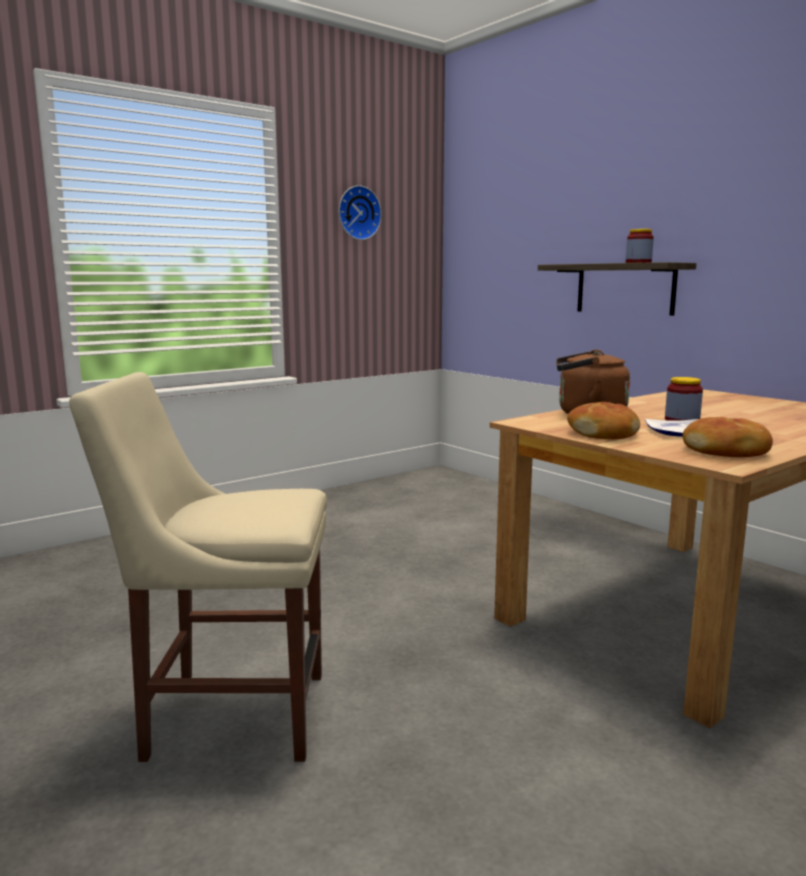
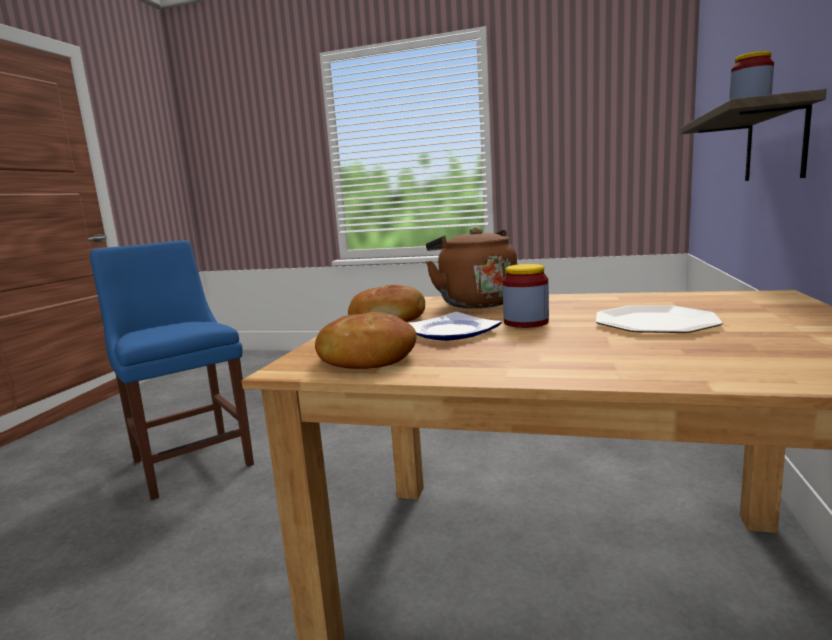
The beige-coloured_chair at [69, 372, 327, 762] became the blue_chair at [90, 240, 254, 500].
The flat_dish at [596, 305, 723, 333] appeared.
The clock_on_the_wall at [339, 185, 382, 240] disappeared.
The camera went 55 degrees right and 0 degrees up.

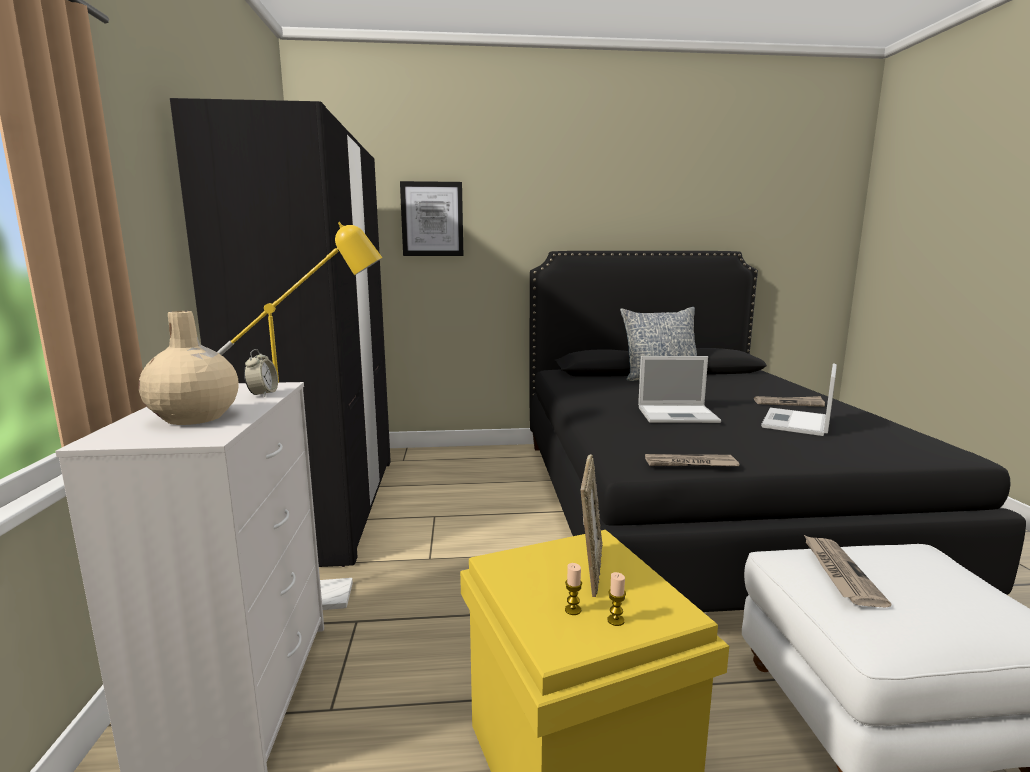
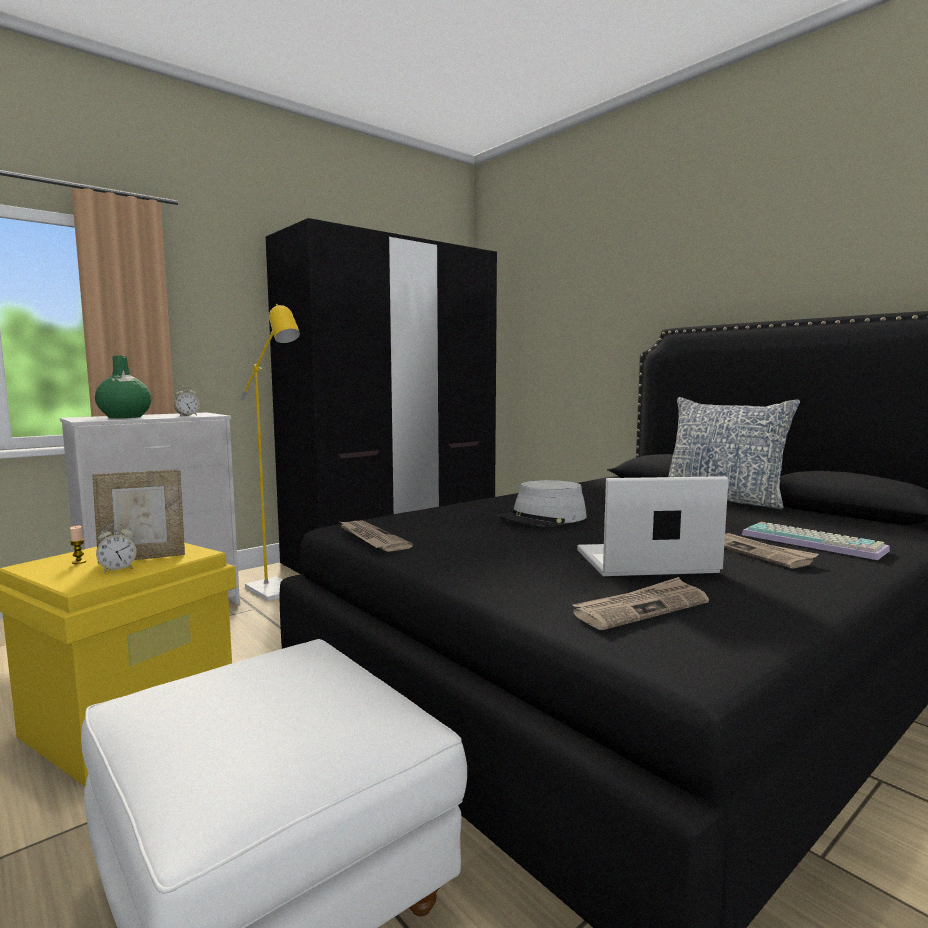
The beige-coloured_vase at [138, 311, 239, 425] became the green-coloured_vase at [95, 356, 152, 418].
The bedside_clock at [96, 523, 137, 572] appeared.
The laptop at [638, 356, 721, 423] was replaced by the greyish_wearable_hat at [498, 480, 587, 527].
The daily_paper moved from [803, 534, 892, 607] to [573, 577, 709, 630].
The keyboard at [742, 522, 890, 560] appeared.
The wall_picture at [400, 181, 463, 256] disappeared.
The wax_candle at [607, 572, 626, 626] disappeared.
The camera went 55 degrees right and 5 degrees down.

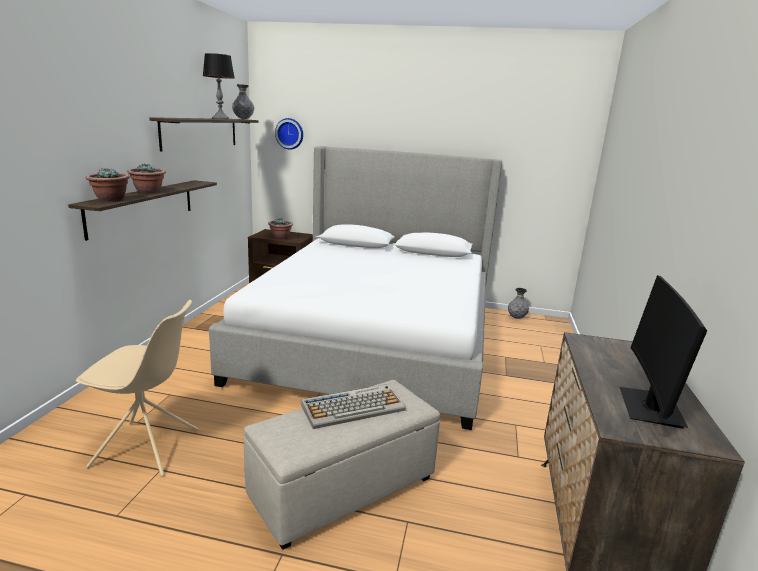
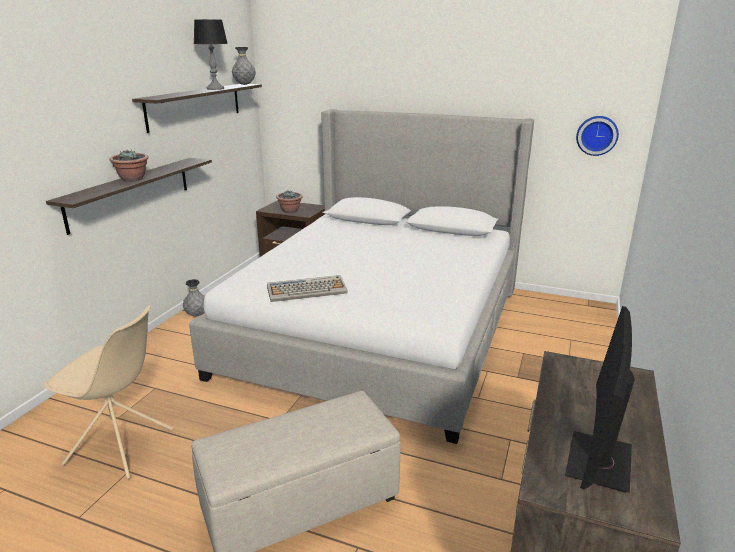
The greyish_vase moved from [508, 288, 529, 319] to [183, 279, 205, 317].
The keyboard moved from [301, 384, 406, 429] to [267, 275, 348, 302].
The clock_on_the_wall moved from [275, 118, 303, 150] to [576, 116, 619, 156].
The plant_in_a_pot at [86, 168, 130, 202] disappeared.
The camera went 10 degrees right and 5 degrees up.

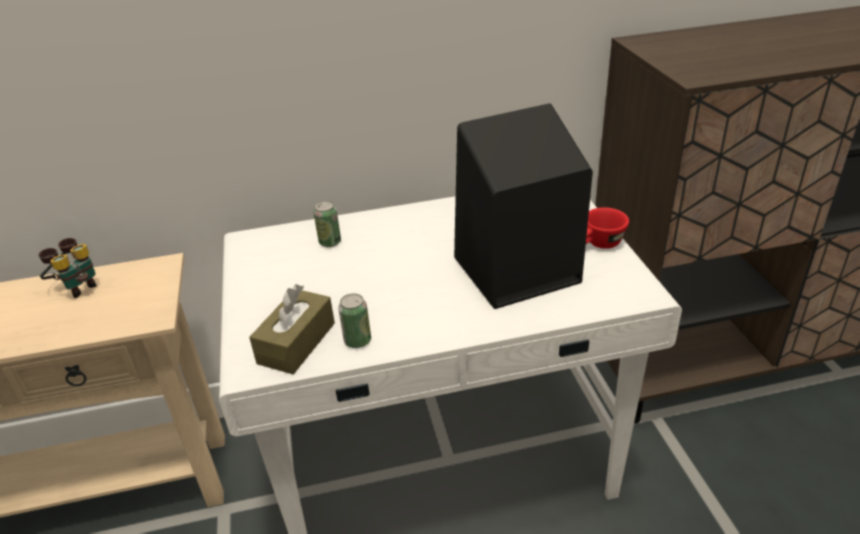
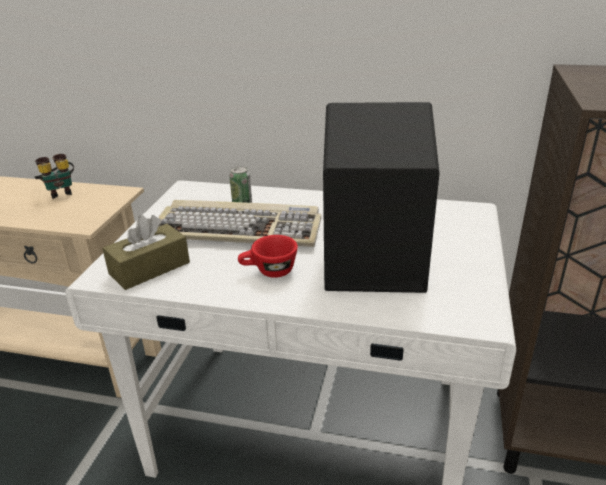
The keyboard at [158, 200, 321, 247] appeared.
The red_drinking_cup moved from [586, 207, 629, 249] to [238, 235, 298, 278].
The metal_can at [338, 293, 371, 348] disappeared.
The camera went 25 degrees right and 5 degrees down.

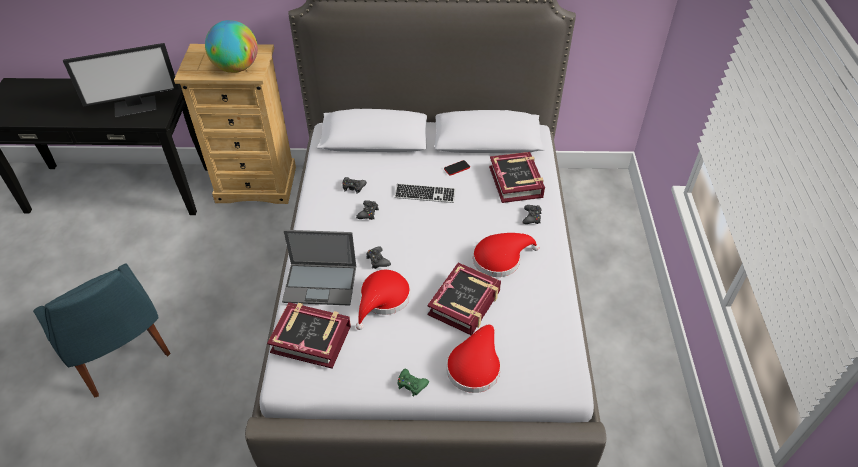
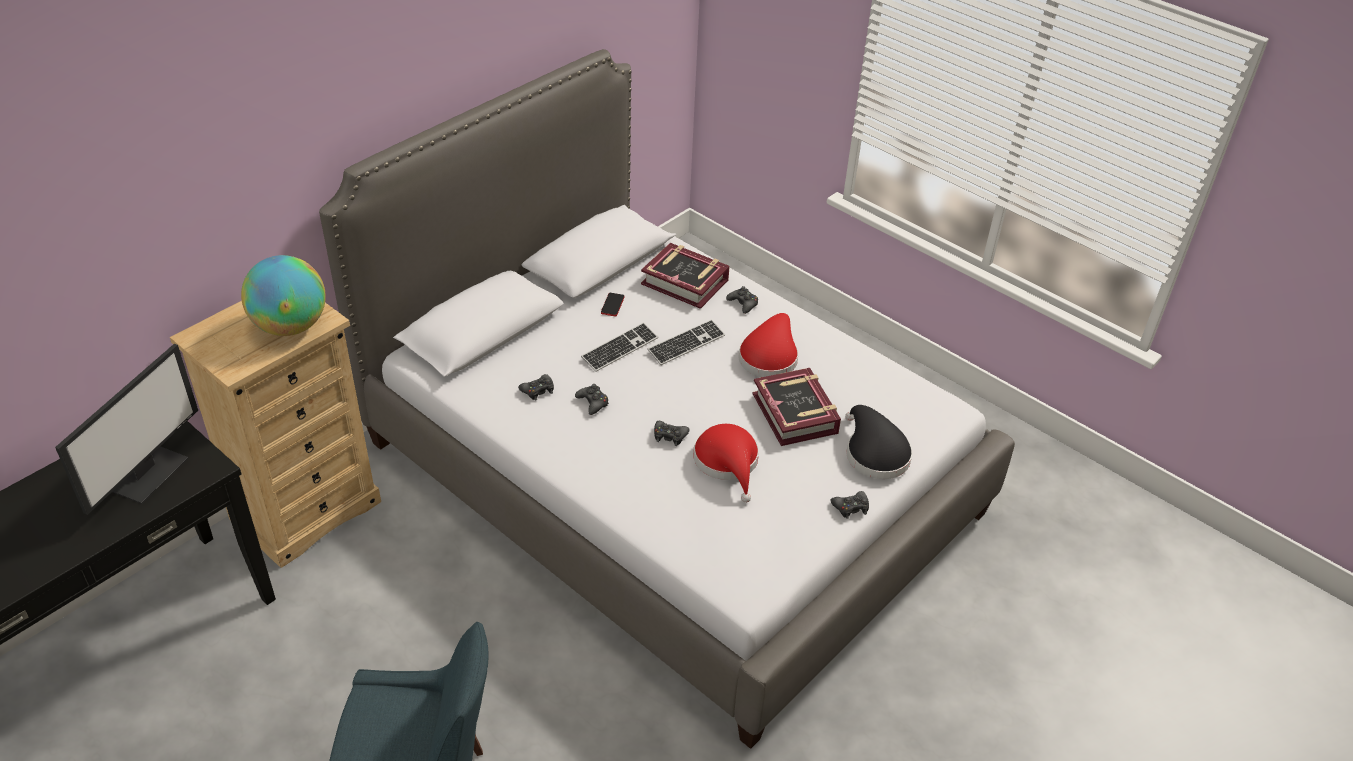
The keyboard at [647, 319, 725, 365] appeared.
The green-coloured_joypad at [398, 369, 429, 396] became the blackish_joypad at [830, 491, 869, 519].
The red_wearable_hat at [446, 324, 501, 393] became the blackish_wearable_hat at [845, 405, 913, 479].
The volume at [267, 302, 351, 369] disappeared.
The laptop at [282, 230, 356, 306] disappeared.
The camera went 50 degrees left and 5 degrees down.

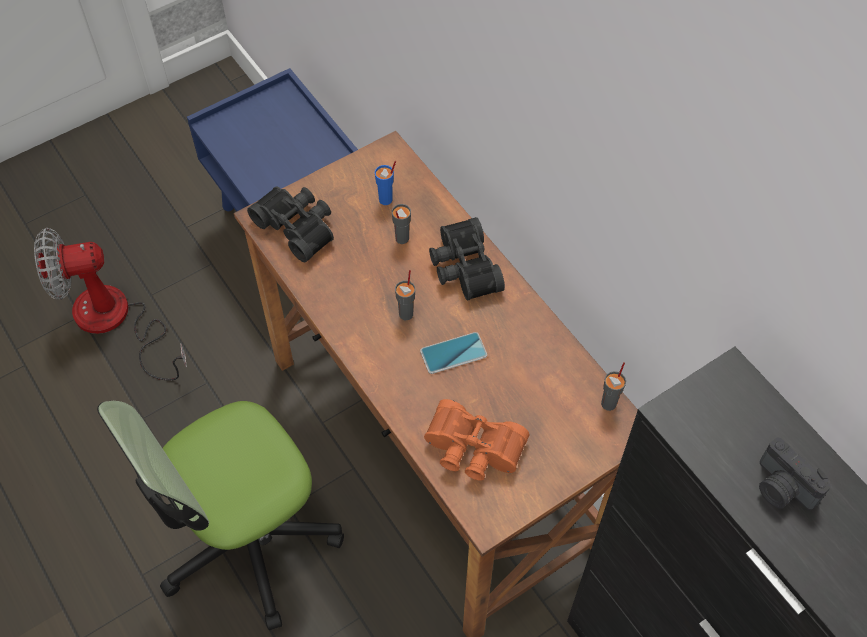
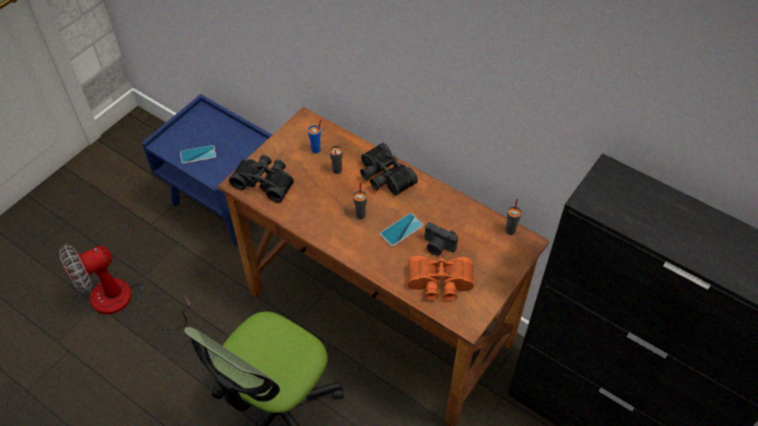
The handset at [180, 145, 216, 164] appeared.
The photo_camera moved from [759, 438, 831, 510] to [424, 222, 458, 256].
The camera went 20 degrees left and 5 degrees down.

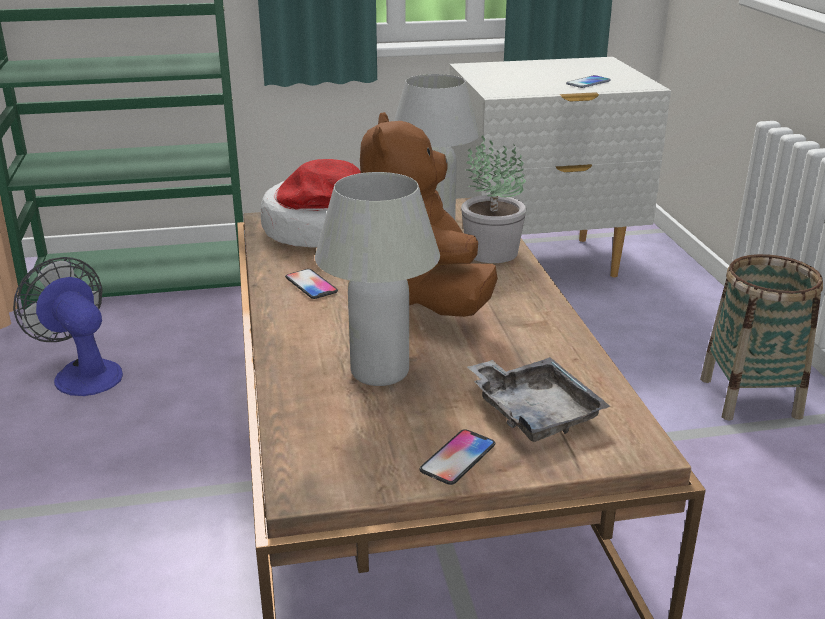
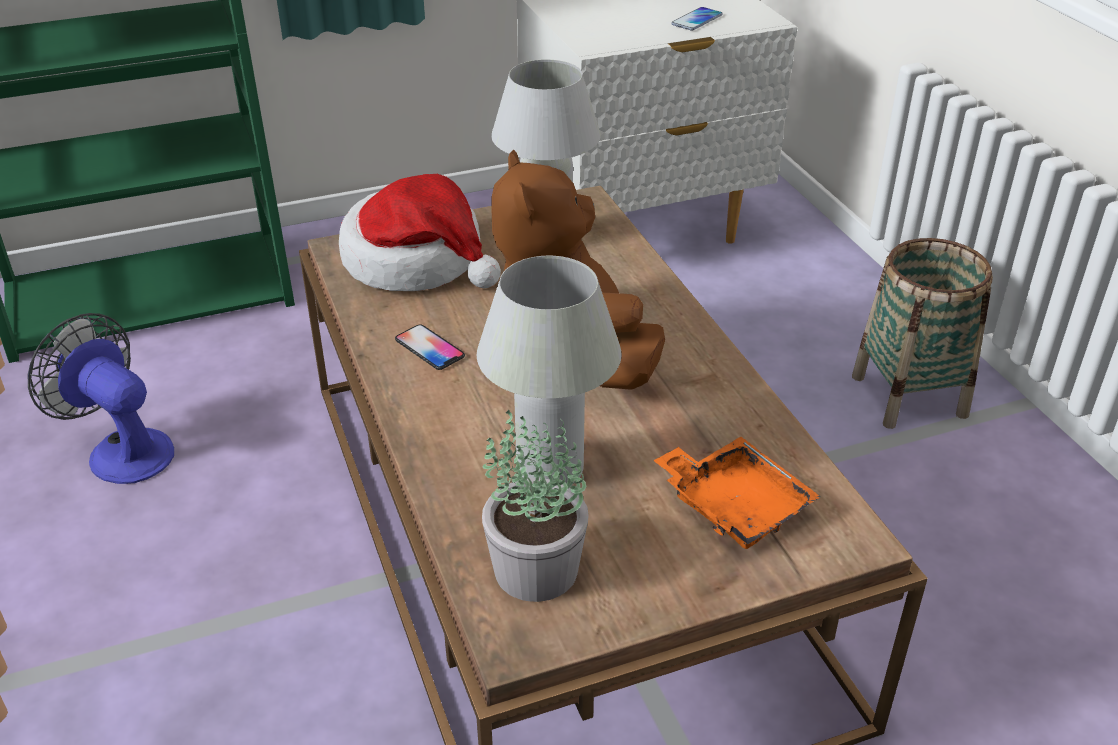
The plant_in_a_pot moved from [461, 135, 526, 263] to [482, 410, 588, 602].
The greyish_serving_tray at [468, 357, 610, 442] became the orange_serving_tray at [654, 436, 821, 549].
The handset at [419, 429, 495, 485] disappeared.
The camera went 10 degrees left and 10 degrees up.

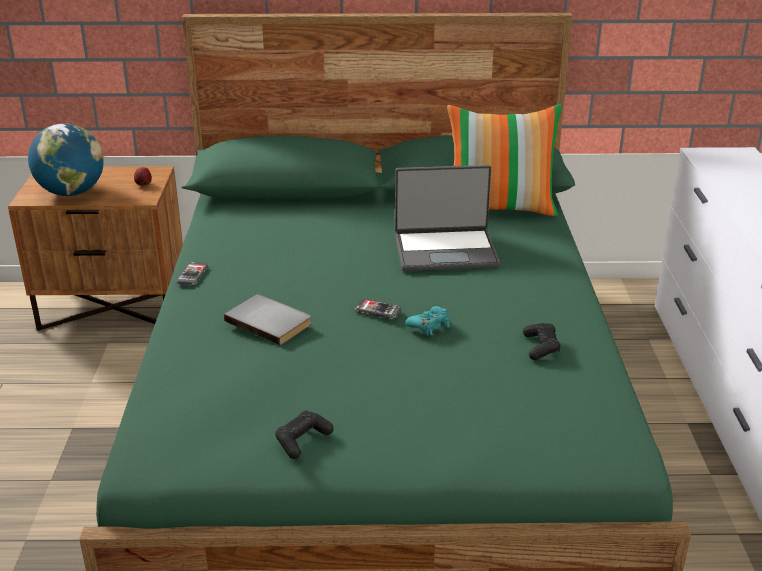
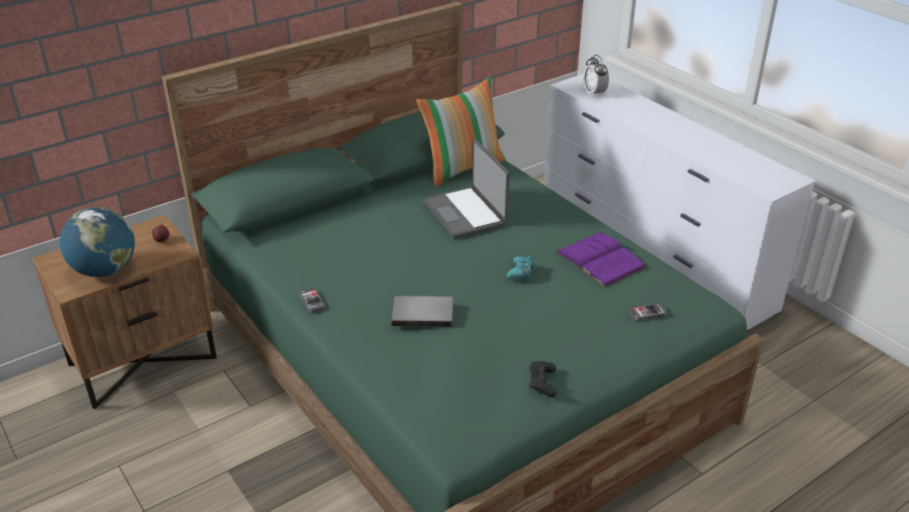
The laptop at [395, 165, 500, 271] turned 105 degrees clockwise.
The blackish_joypad at [523, 323, 561, 360] was replaced by the purple_volume at [555, 232, 647, 287].
The bedside_clock at [583, 55, 609, 97] appeared.
The handset moved from [354, 299, 401, 319] to [629, 303, 668, 321].
The camera went 35 degrees left and 5 degrees up.

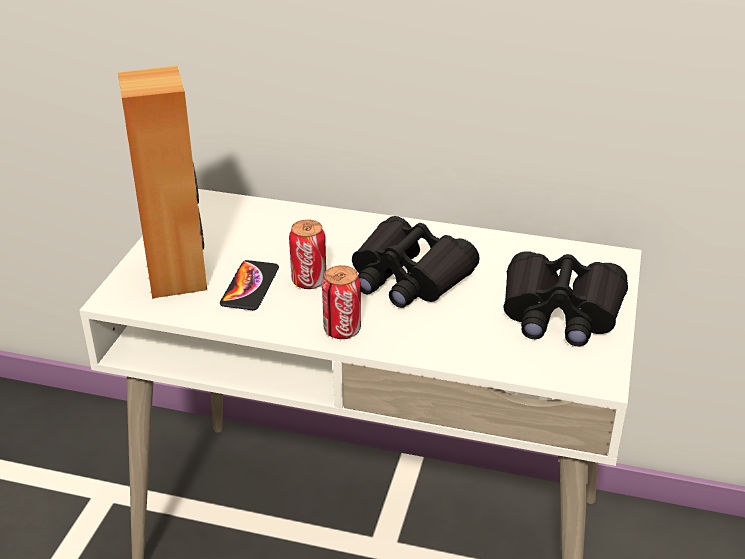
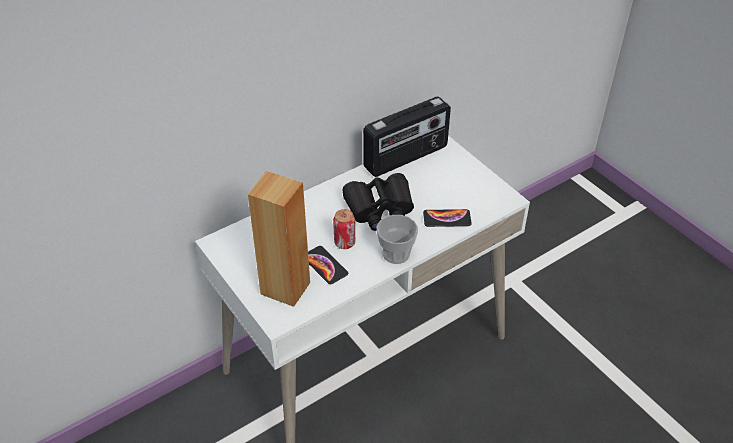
The radio_receiver at [363, 96, 451, 177] appeared.
The metal_can at [322, 265, 361, 339] was replaced by the drinking_cup at [377, 215, 418, 264].
The handset at [423, 209, 472, 227] appeared.
The blackish_pair_of_binoculars at [503, 251, 628, 346] disappeared.
The camera went 50 degrees left and 10 degrees up.

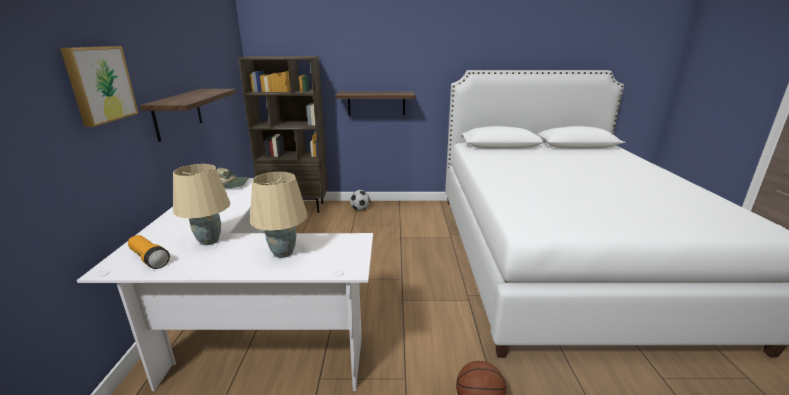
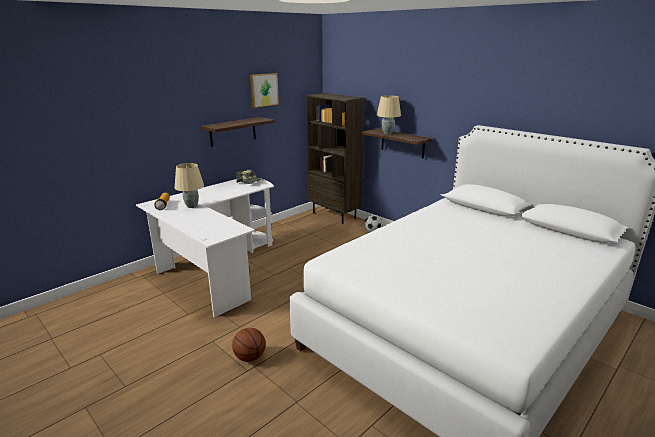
The wall_picture moved from [60, 46, 139, 127] to [250, 73, 279, 108].
The beige-coloured_tabletop_lamp moved from [250, 172, 307, 258] to [377, 95, 401, 134].
The camera went 45 degrees right and 0 degrees up.

